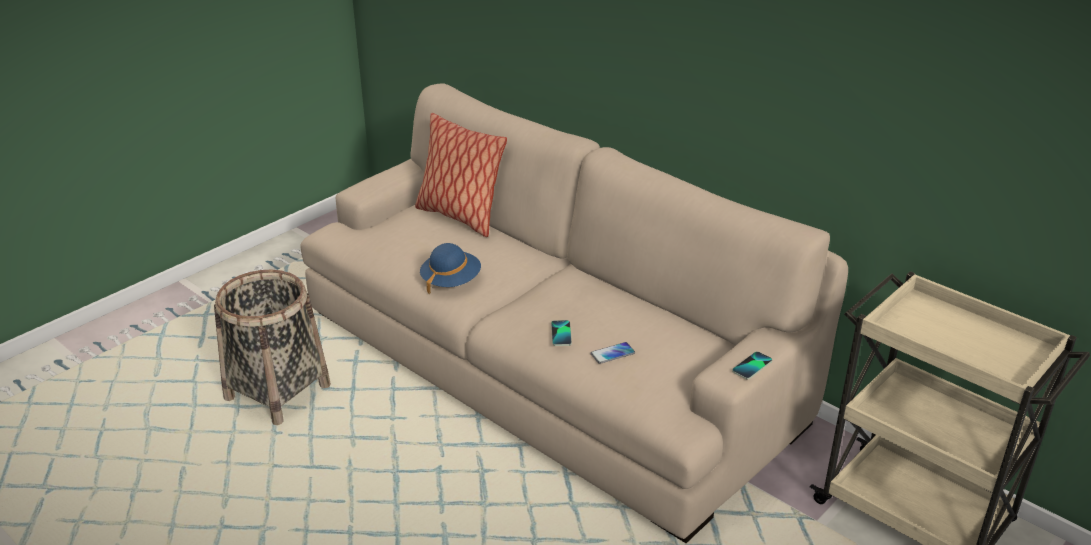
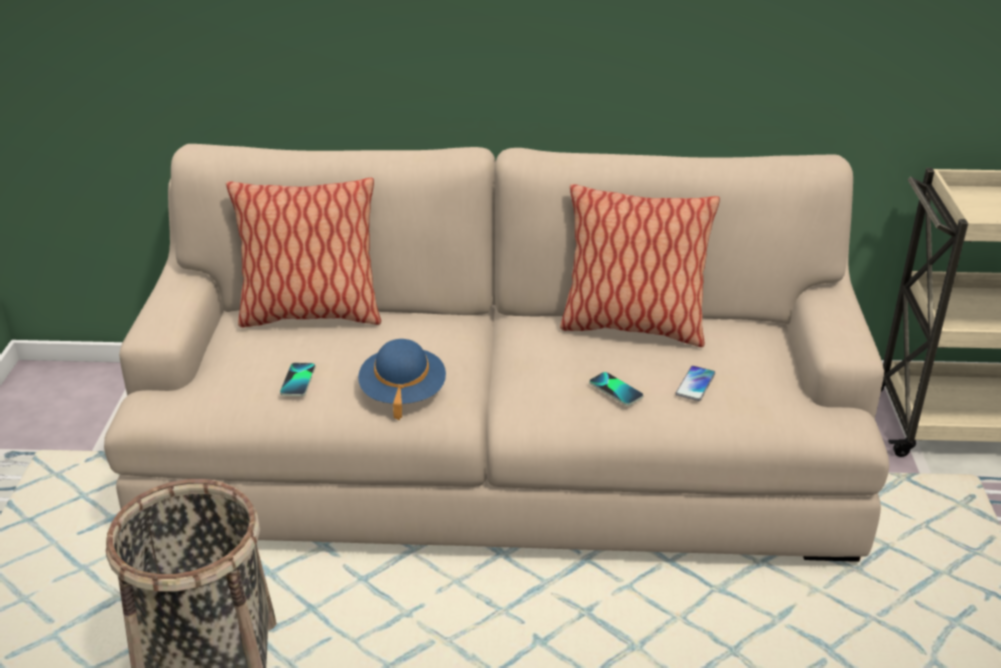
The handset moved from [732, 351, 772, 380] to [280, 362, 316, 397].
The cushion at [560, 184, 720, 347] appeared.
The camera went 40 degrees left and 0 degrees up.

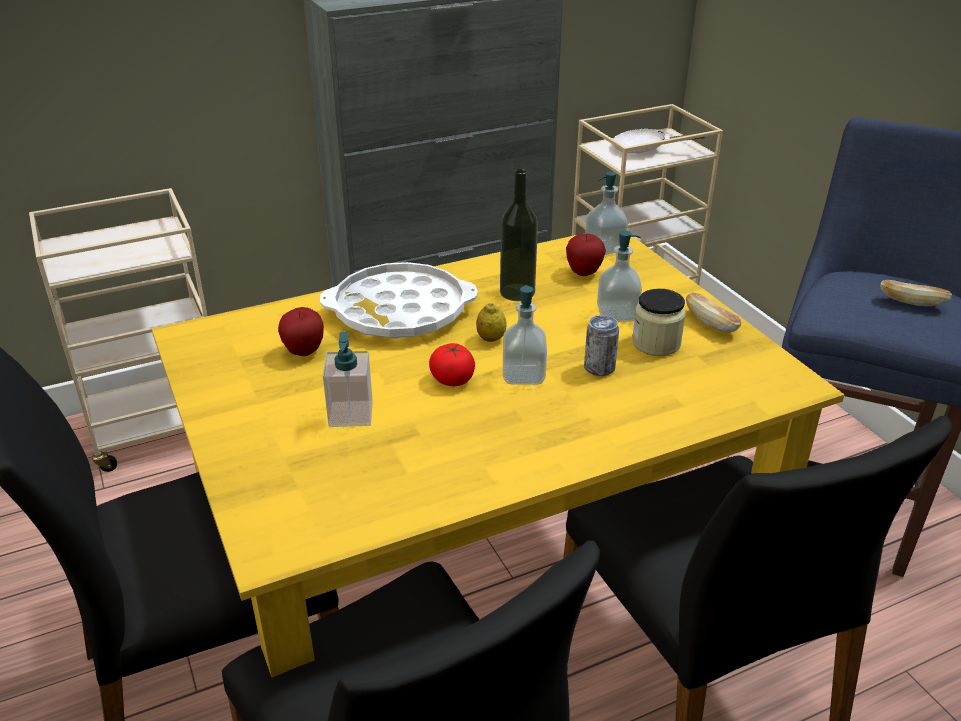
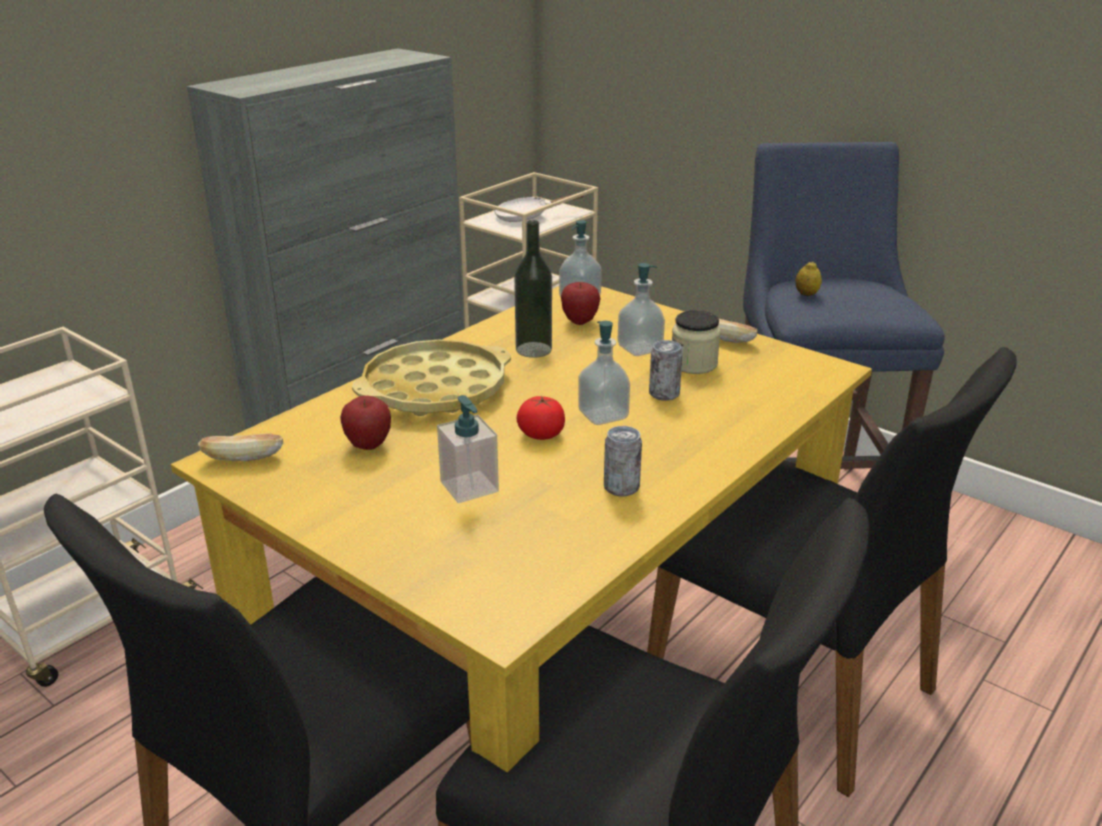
The bread moved from [880, 280, 952, 306] to [198, 434, 283, 461].
The white_serving_tray at [320, 262, 478, 339] became the yellowish_serving_tray at [352, 340, 511, 416].
The metal_can at [604, 426, 642, 497] appeared.
The lemon moved from [476, 303, 506, 342] to [795, 262, 822, 296].
The camera went 25 degrees left and 5 degrees down.

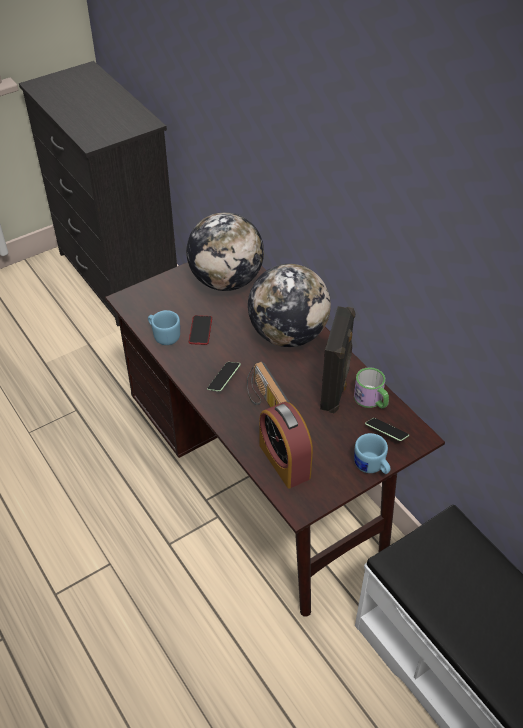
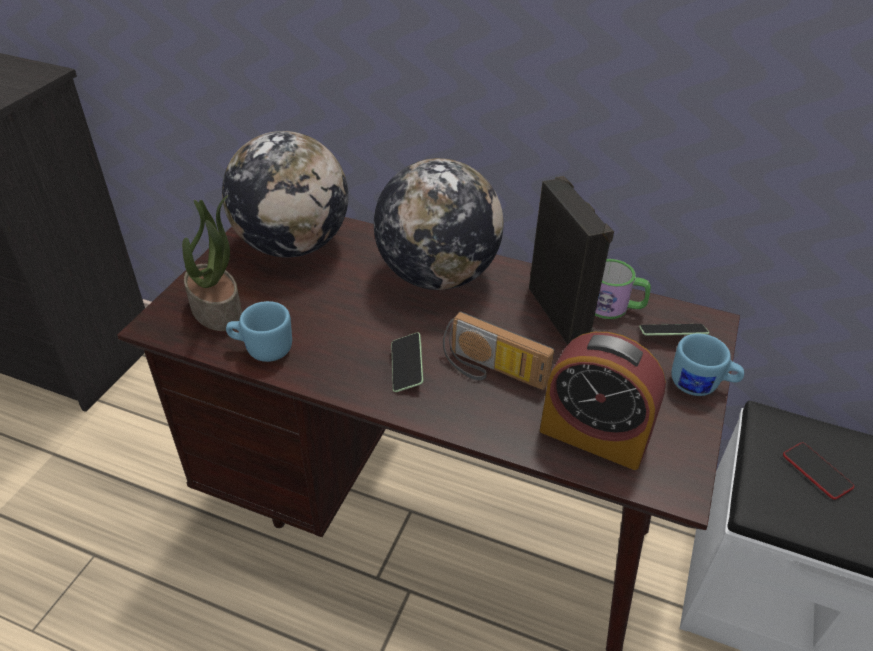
The plant_in_a_pot at [182, 195, 242, 331] appeared.
The handset moved from [189, 315, 212, 345] to [783, 443, 854, 500].
The camera went 35 degrees left and 5 degrees down.

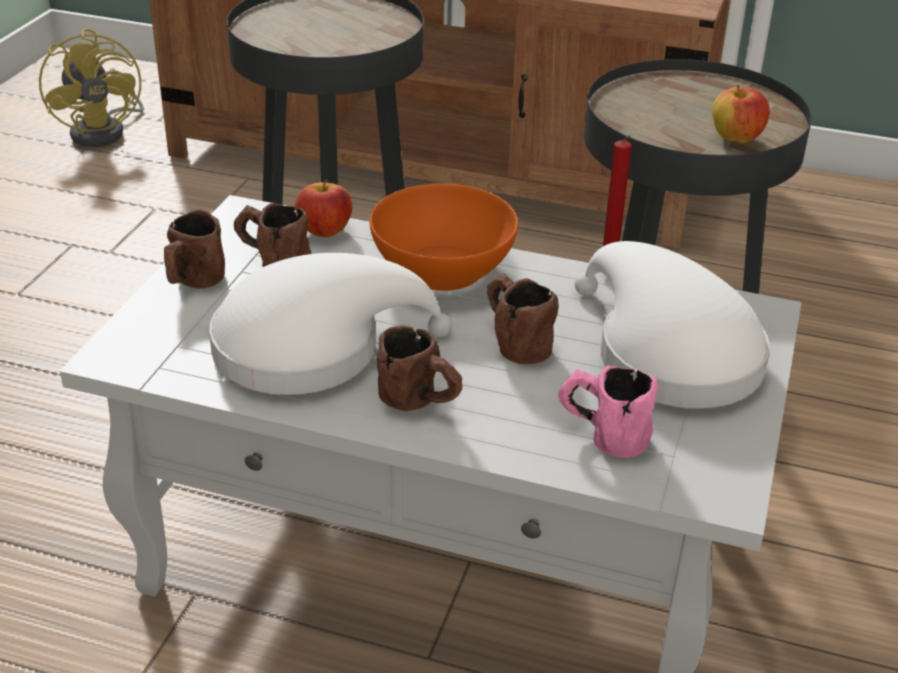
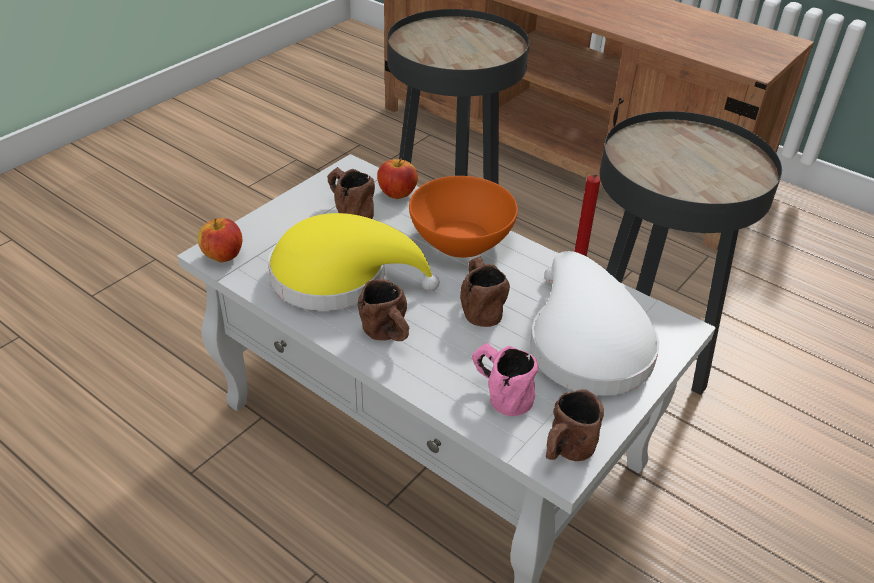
The apple moved from [712, 85, 770, 143] to [198, 218, 242, 262].
The white_wearable_hat at [209, 253, 452, 395] became the yellowish_wearable_hat at [268, 213, 439, 311].
The brown-coloured_mug moved from [164, 209, 225, 288] to [546, 389, 604, 461].
The yellowish_fan at [39, 28, 144, 147] disappeared.
The camera went 20 degrees right and 5 degrees up.

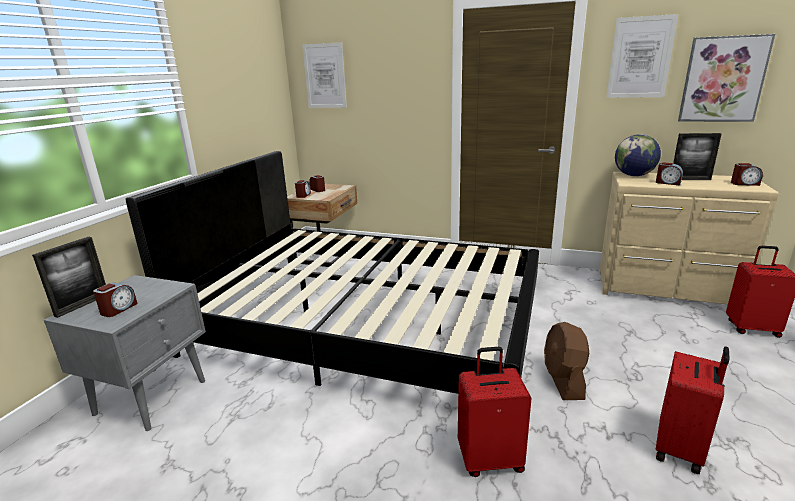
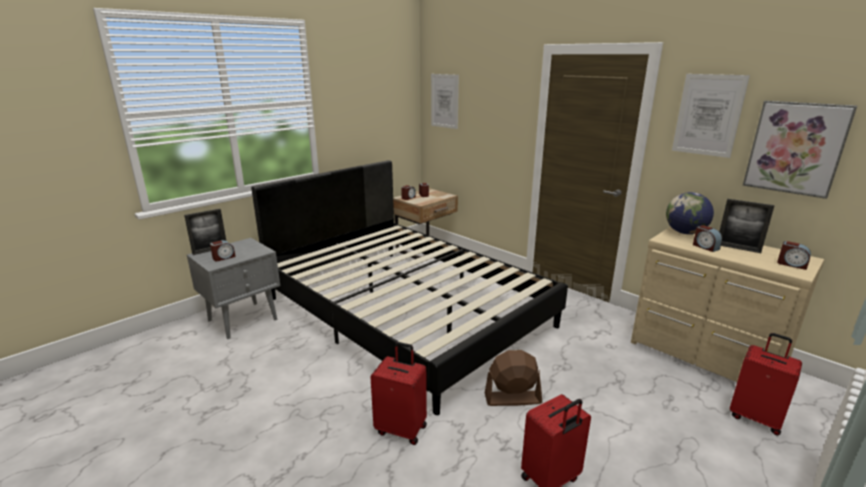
The brown-coloured_fan at [544, 322, 589, 400] turned 60 degrees clockwise.
The camera went 25 degrees right and 0 degrees up.

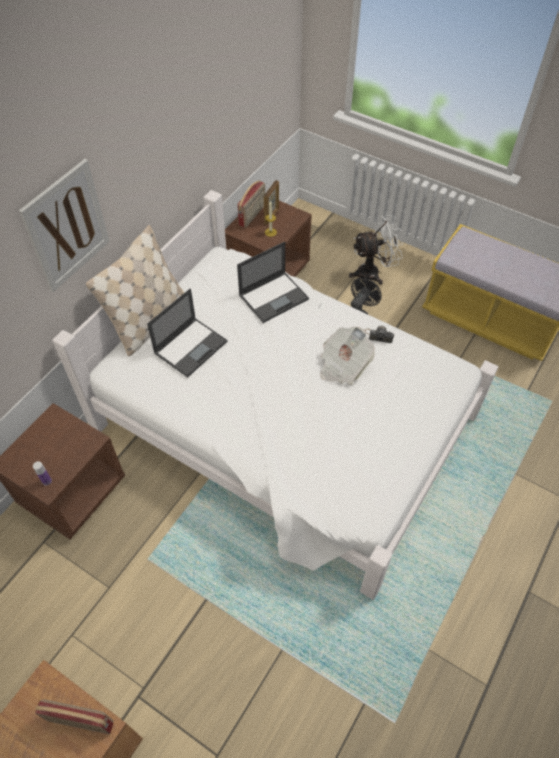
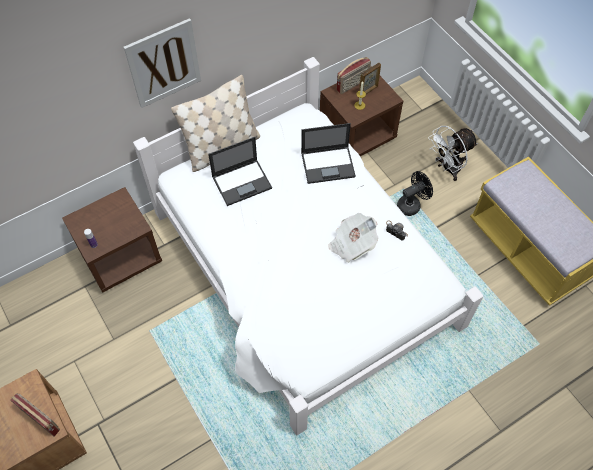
The white_fan at [349, 215, 404, 285] turned 135 degrees clockwise.
The camera went 25 degrees right and 5 degrees up.

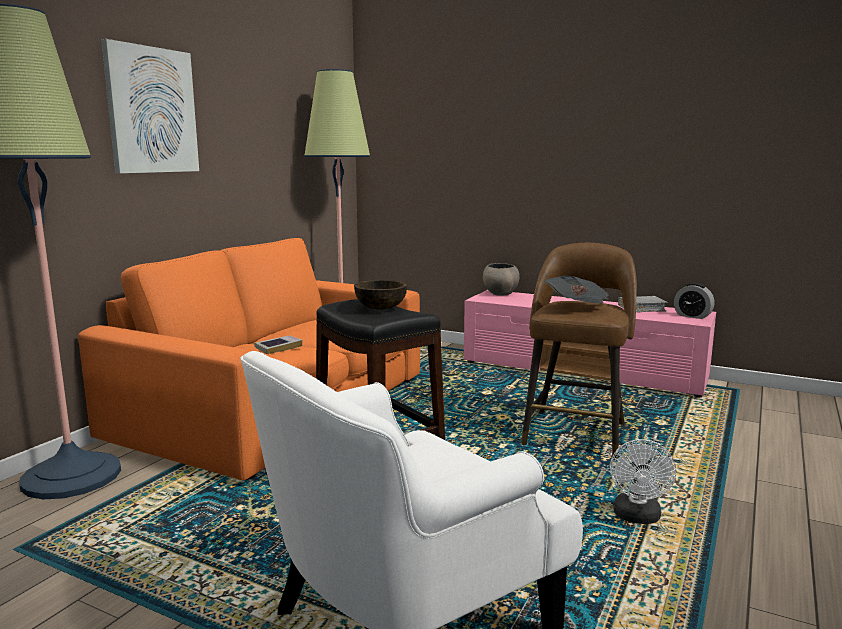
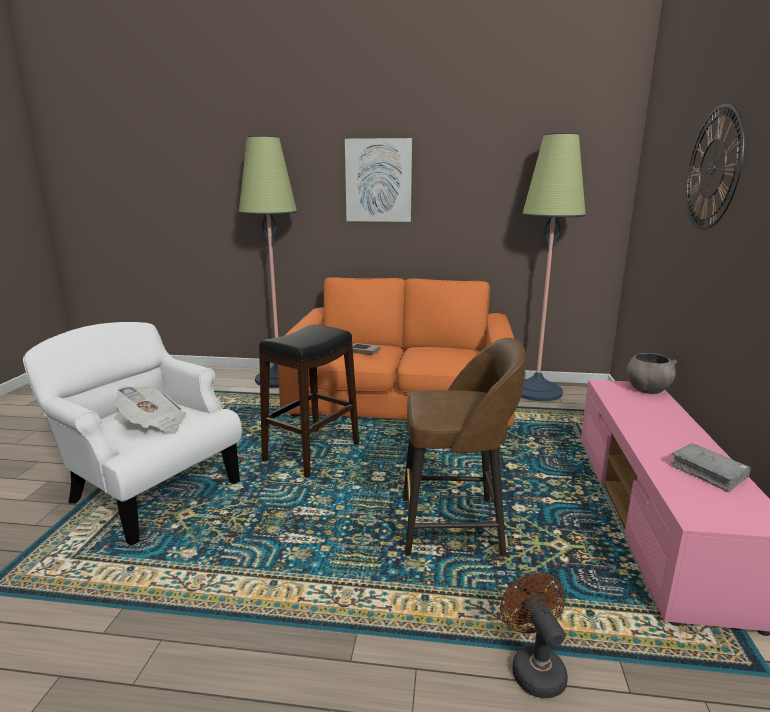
The daily_paper moved from [544, 276, 610, 303] to [113, 386, 186, 433].
The brown-coloured_fan at [500, 572, 568, 698] appeared.
The clock_on_the_wall at [686, 104, 744, 230] appeared.
The brown-coloured_deep_dish at [354, 280, 407, 310] disappeared.
The white_fan at [610, 439, 676, 524] disappeared.
The bedside_clock at [674, 283, 715, 319] disappeared.
The camera went 70 degrees right and 5 degrees up.

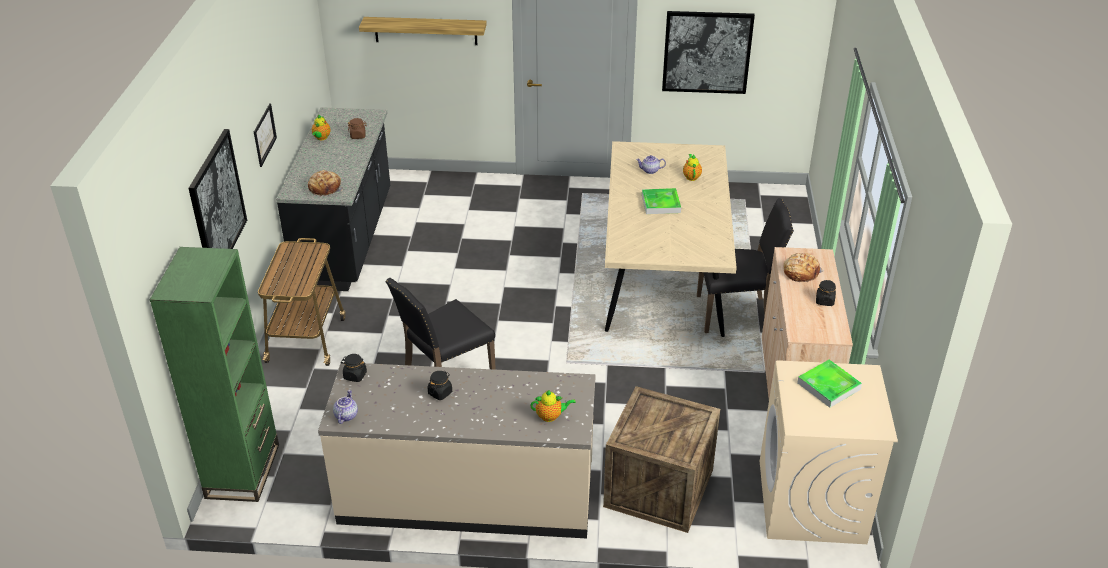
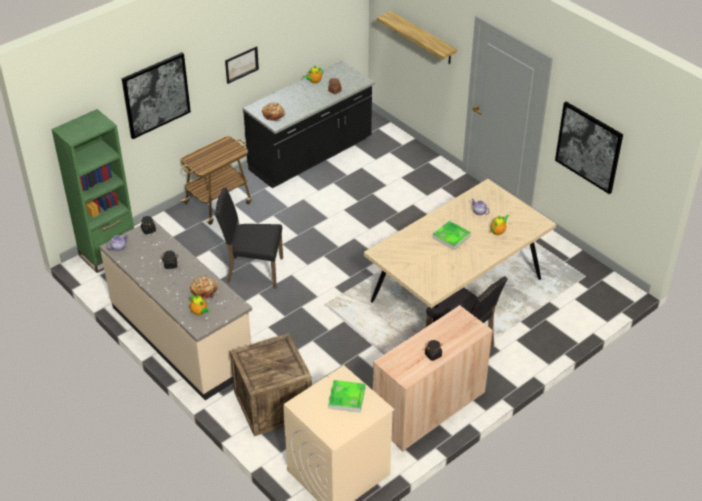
The bread moved from [784, 253, 824, 282] to [190, 276, 218, 299].
The camera went 45 degrees right and 5 degrees up.

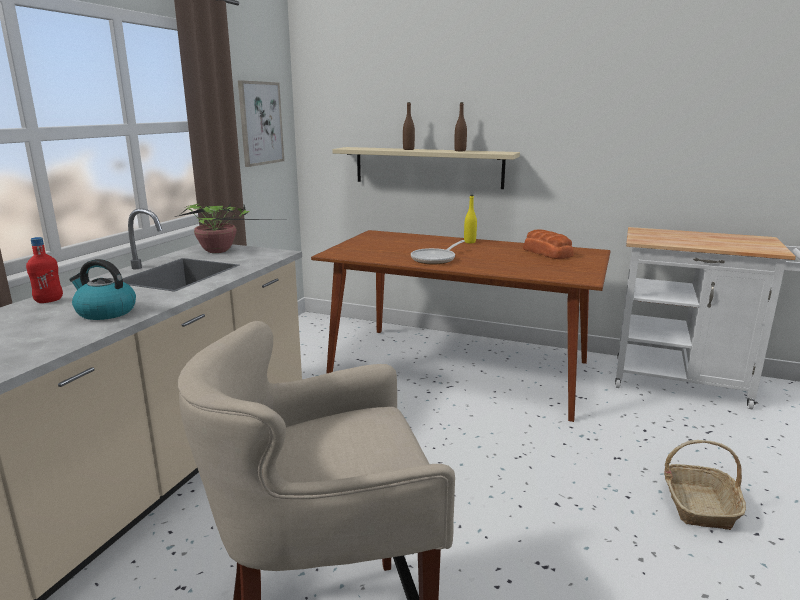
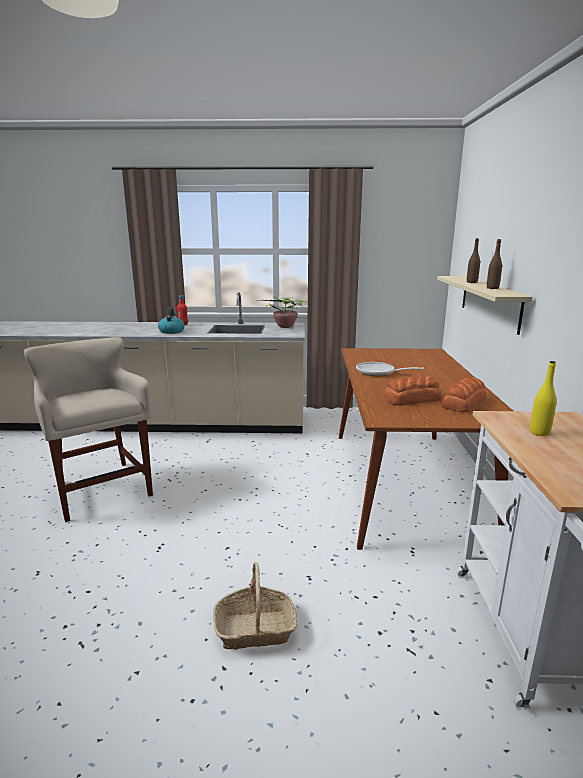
The bread at [384, 376, 442, 406] appeared.
The yellowish_drink_bottle moved from [464, 195, 477, 243] to [530, 361, 557, 436].
The wall_picture at [238, 80, 284, 167] disappeared.
The camera went 70 degrees right and 0 degrees up.

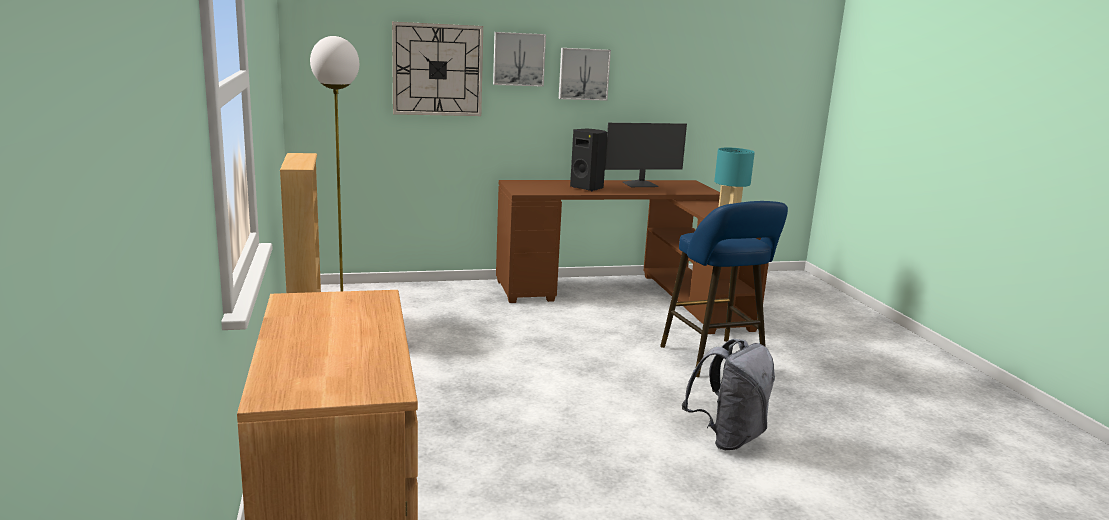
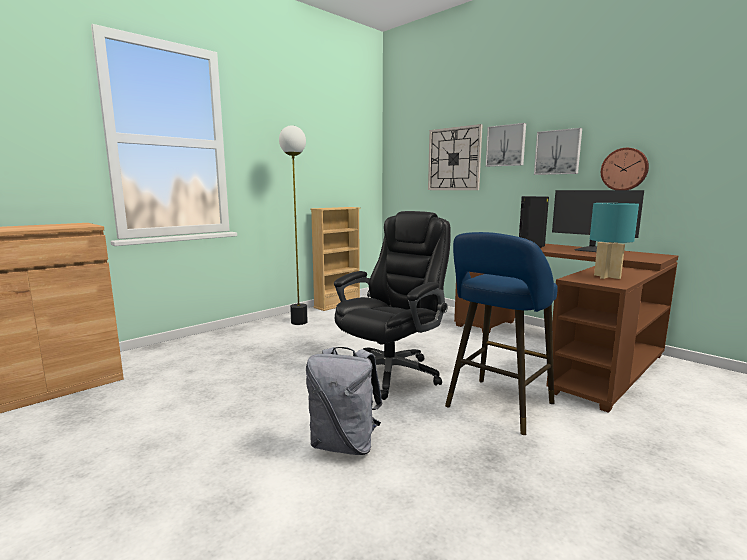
The blackish_office_chair at [334, 211, 451, 400] appeared.
The clock_on_the_wall at [601, 148, 649, 190] appeared.
The camera went 60 degrees right and 5 degrees down.

